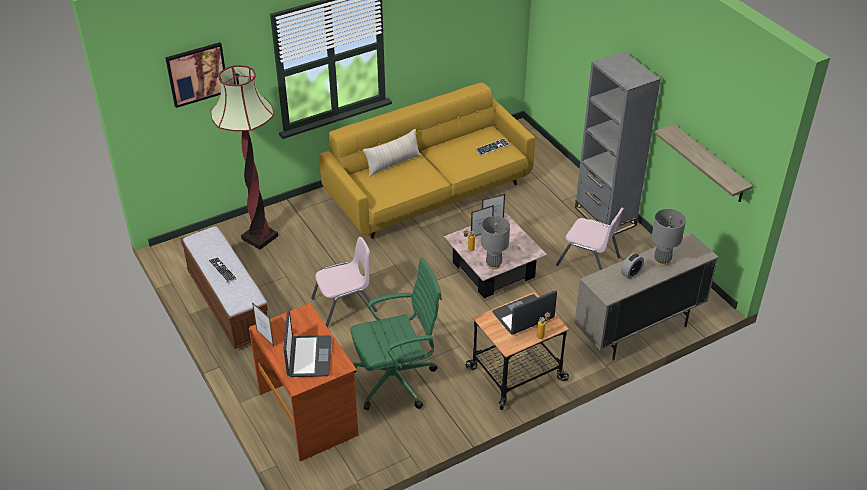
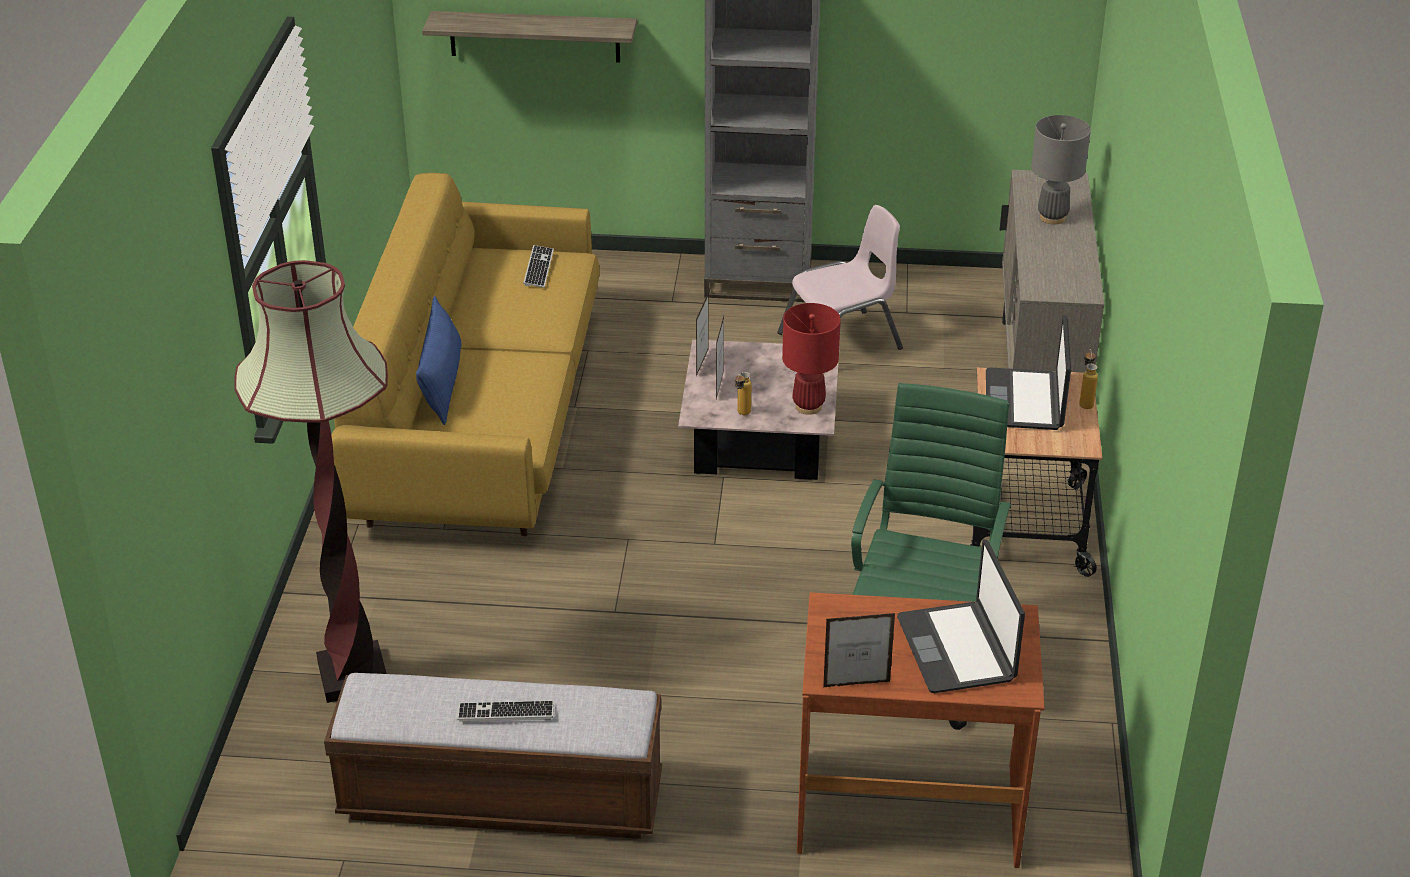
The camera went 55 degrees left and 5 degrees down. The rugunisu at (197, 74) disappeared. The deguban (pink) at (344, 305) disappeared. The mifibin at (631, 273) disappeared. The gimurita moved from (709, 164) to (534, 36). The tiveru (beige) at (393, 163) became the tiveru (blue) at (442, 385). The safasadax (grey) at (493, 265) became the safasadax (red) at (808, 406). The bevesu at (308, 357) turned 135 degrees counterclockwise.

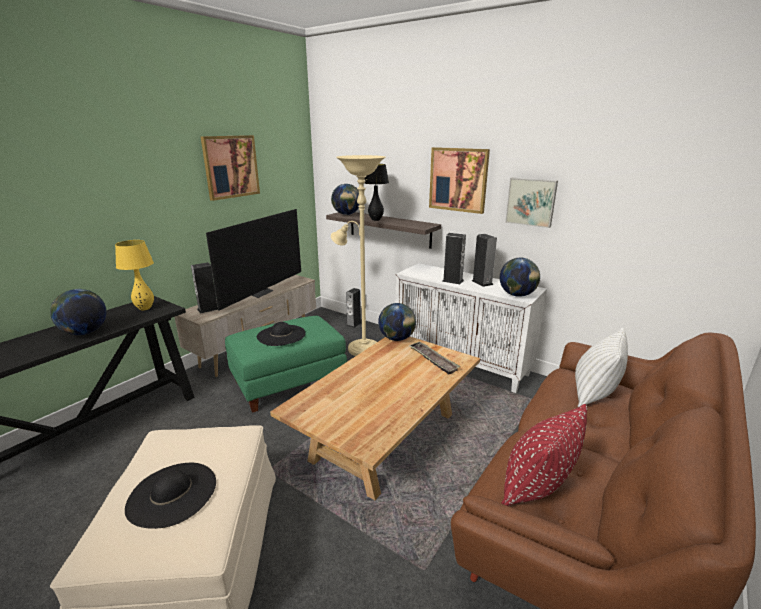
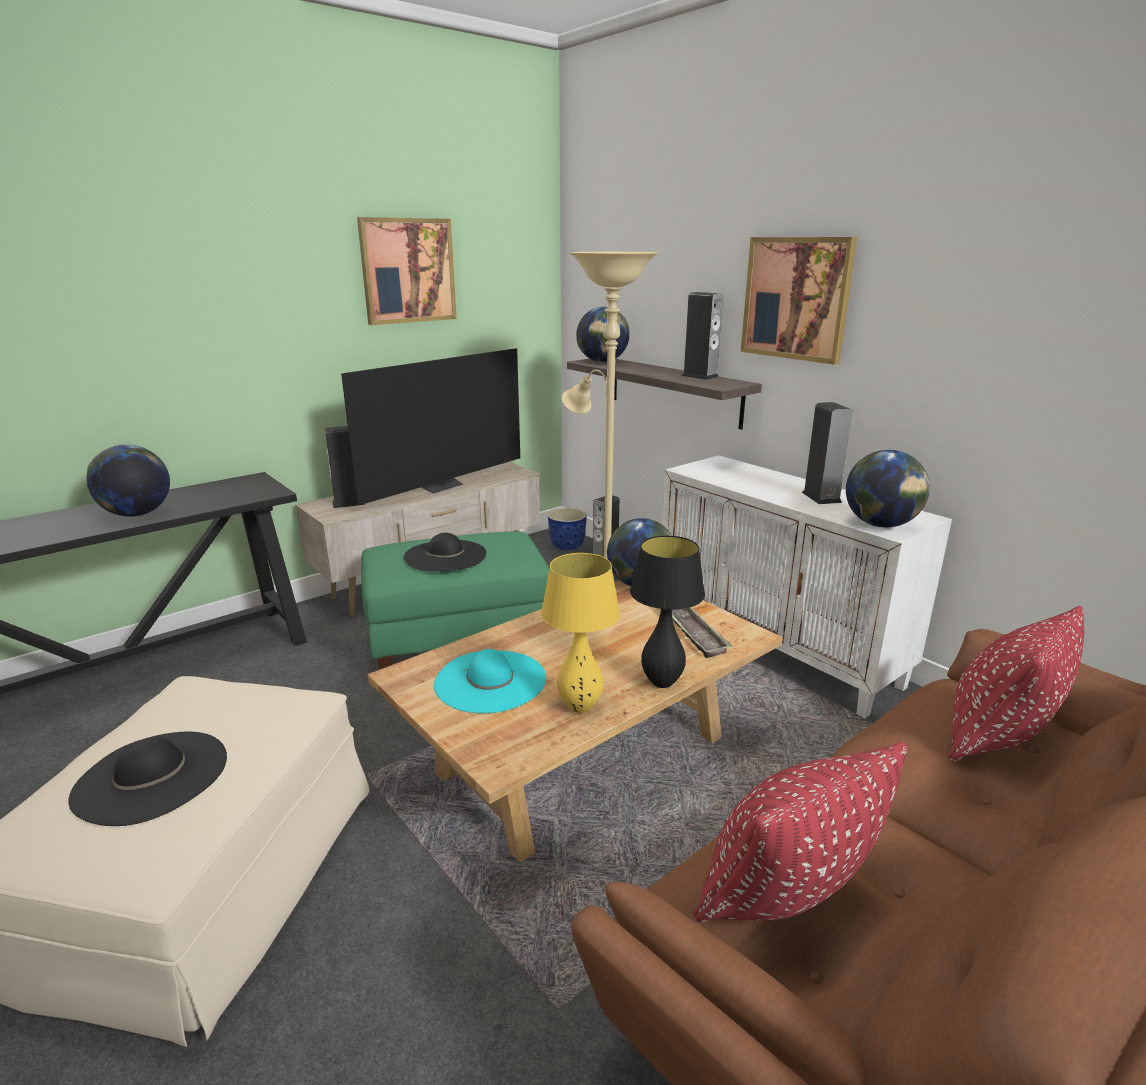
The camera went 15 degrees right and 0 degrees up. The rugunisu at (531, 202) disappeared. The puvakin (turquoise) at (490, 681) appeared. The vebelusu at (567, 546) appeared. The safasadax (yellow) moved from (145, 308) to (580, 707). The safasadax (black) moved from (375, 220) to (661, 682). The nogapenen moved from (452, 281) to (700, 376). The tiveru (white) at (594, 393) became the tiveru (red) at (998, 737).

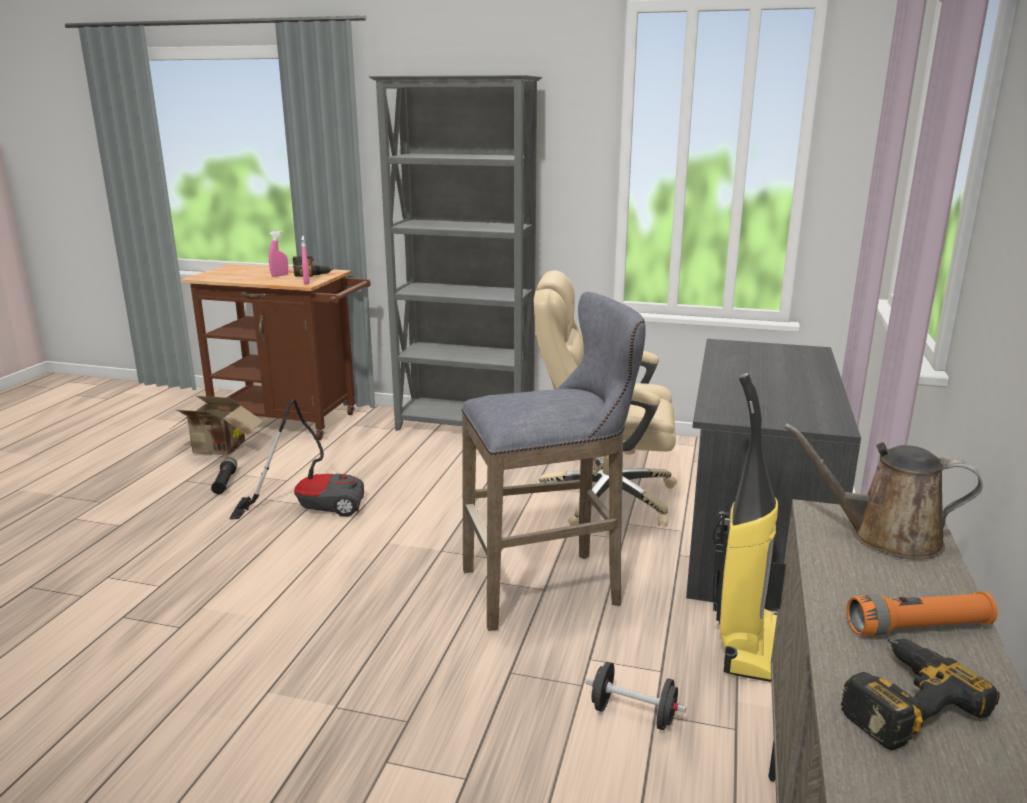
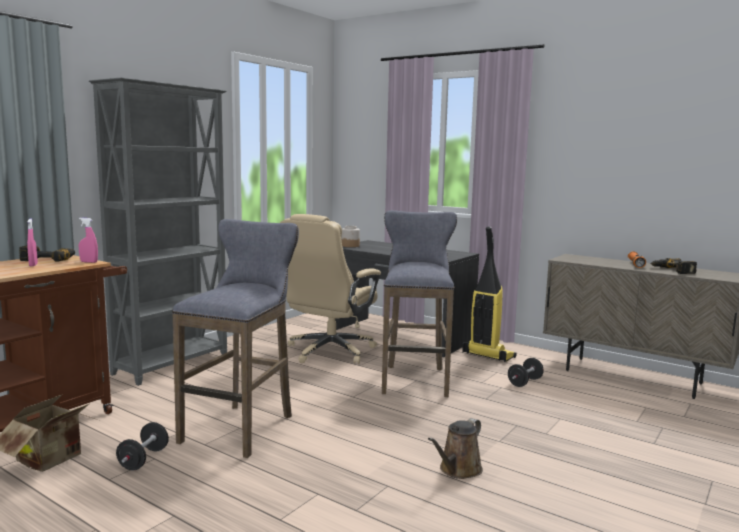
The camera went 70 degrees left and 10 degrees down. The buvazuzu at (350, 246) appeared. The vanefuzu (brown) moved from (886, 536) to (458, 470). The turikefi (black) at (225, 482) was replaced by the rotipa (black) at (143, 459). The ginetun at (313, 505) was replaced by the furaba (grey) at (241, 427).

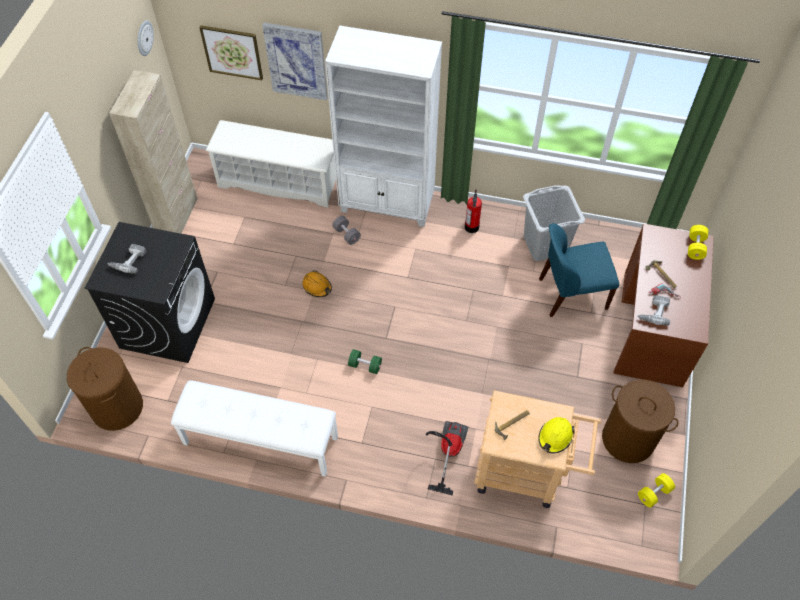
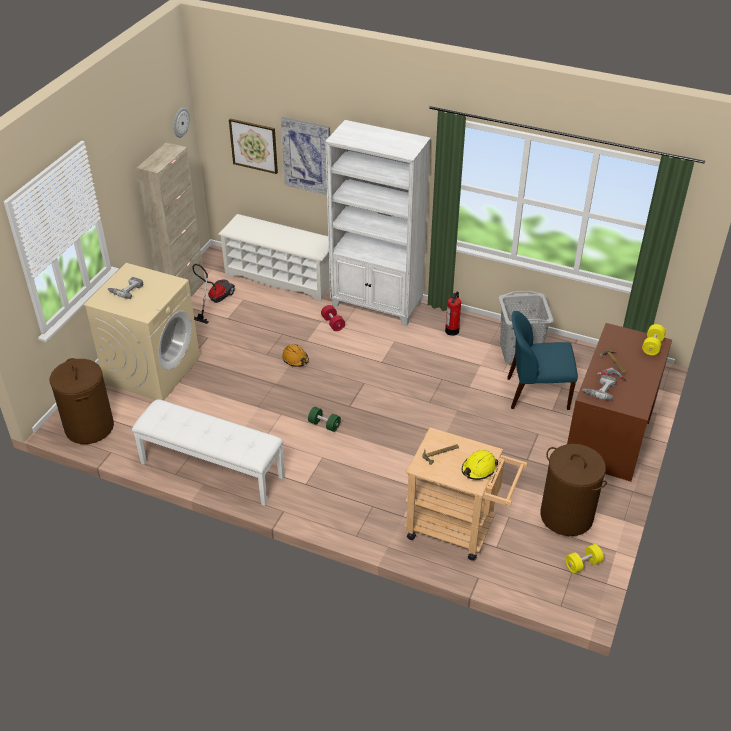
The camera went 10 degrees right and 15 degrees down. The ginetun moved from (447, 452) to (214, 301). The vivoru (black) at (167, 322) became the vivoru (beige) at (152, 370). The rotipa (grey) at (346, 234) became the rotipa (red) at (333, 323).

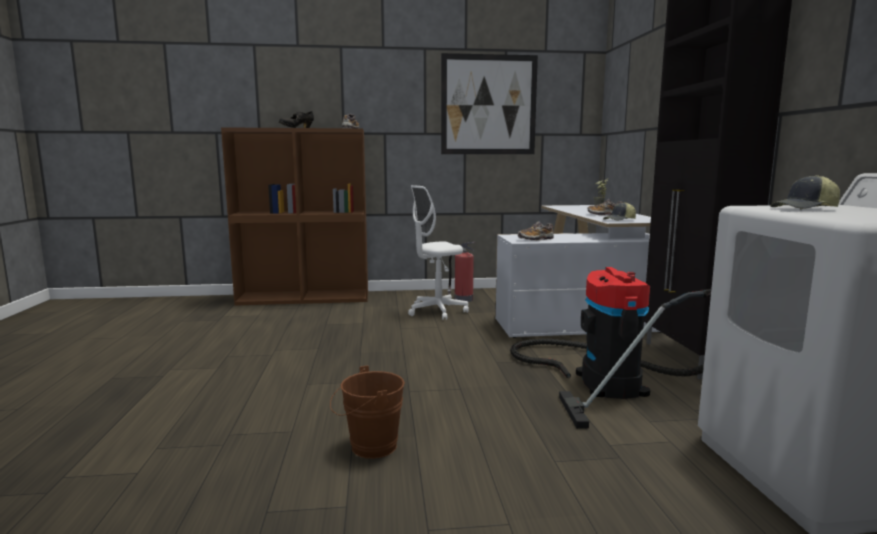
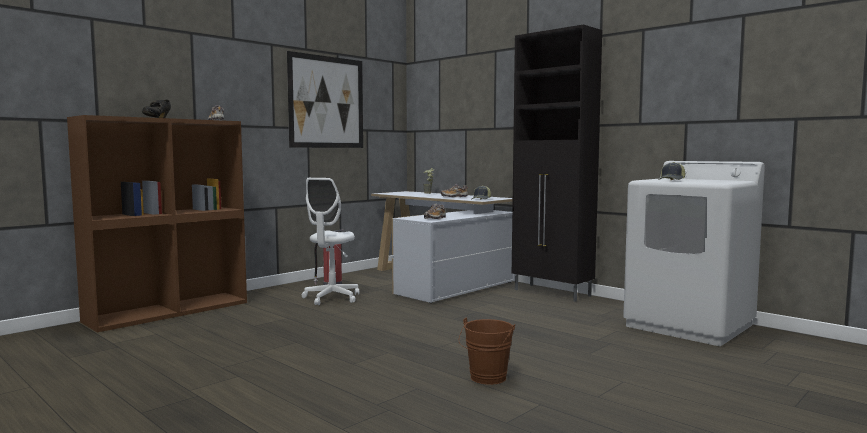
The camera went 40 degrees left and 5 degrees down. The ginetun at (605, 381) disappeared.

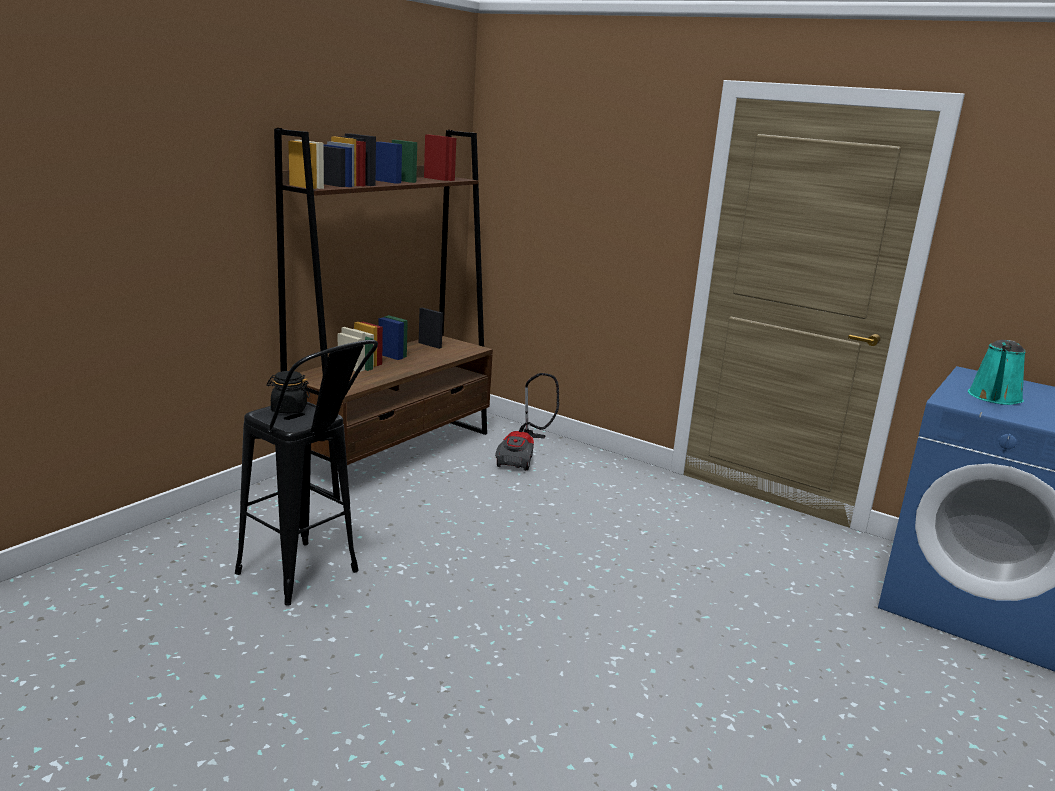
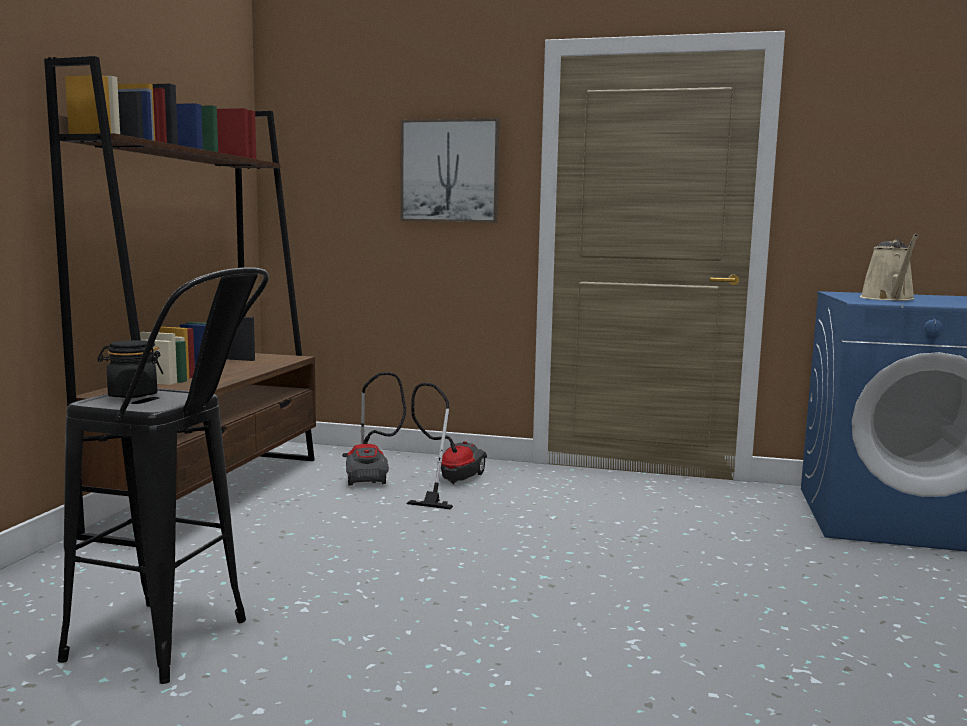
The camera went 20 degrees left and 10 degrees down. The rugunisu at (450, 171) appeared. The ginetun at (449, 482) appeared. The vanefuzu (turquoise) at (994, 398) became the vanefuzu (beige) at (889, 299).

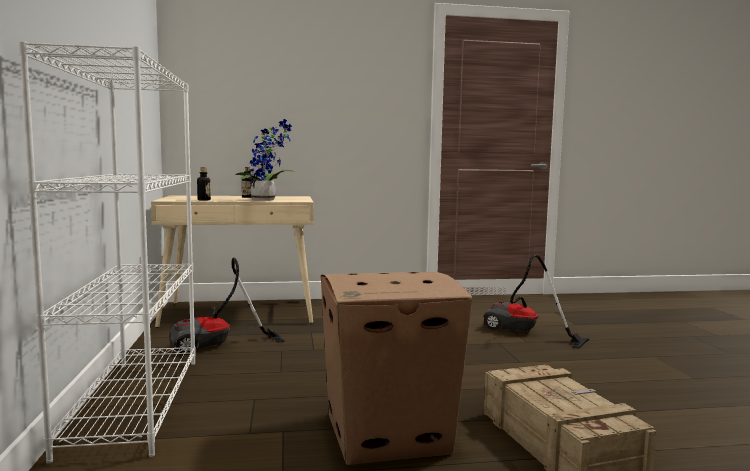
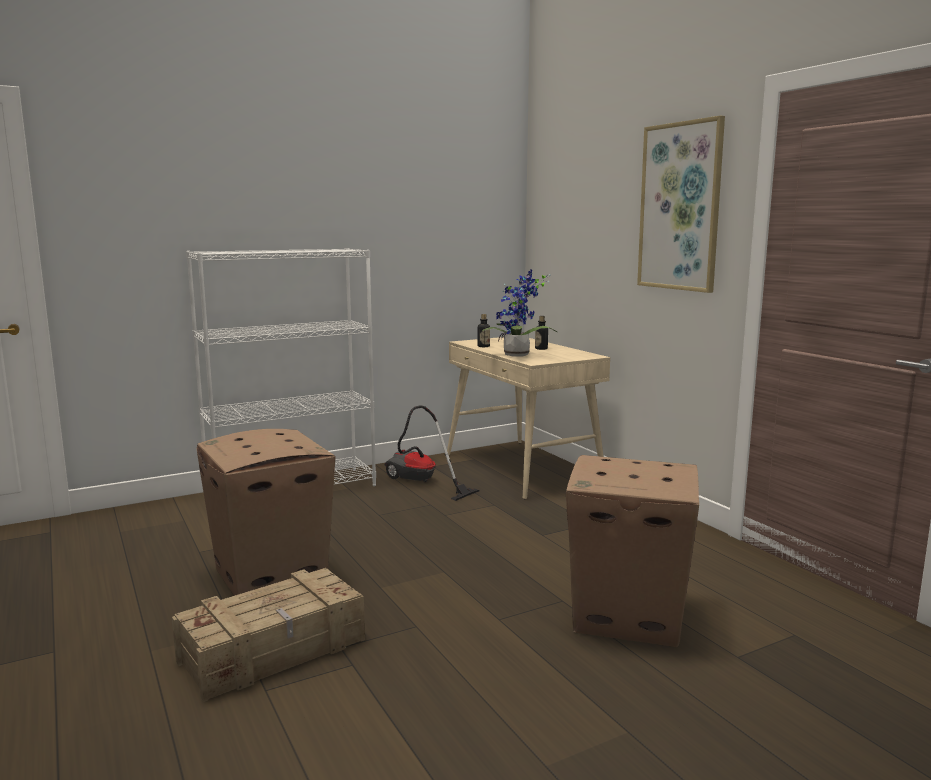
The camera went 70 degrees right and 5 degrees up. The rugunisu at (680, 207) appeared. The ginetun at (523, 333) was replaced by the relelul at (629, 614).

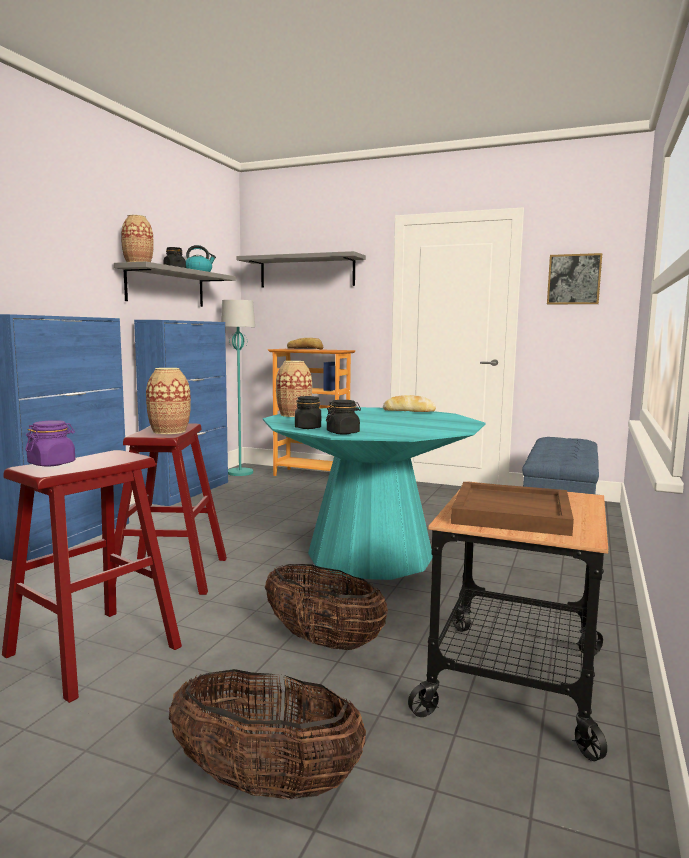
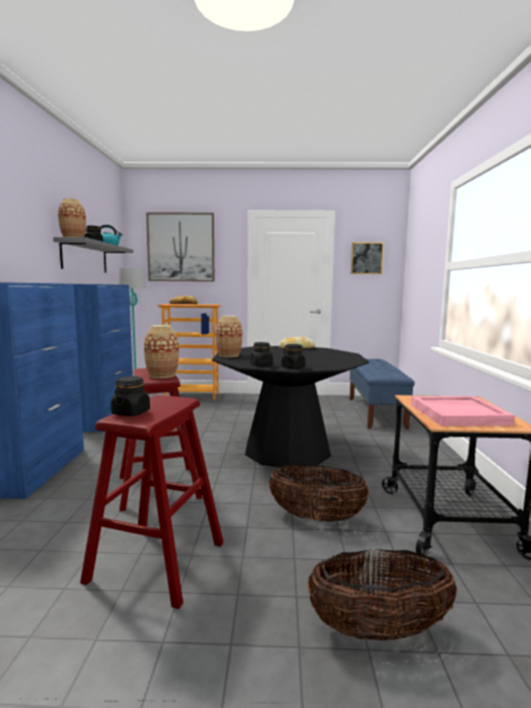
The camera went 20 degrees left and 0 degrees up. The gimurita (grey) at (307, 272) was replaced by the rugunisu at (181, 247). The buvazuzu (purple) at (52, 464) became the buvazuzu (black) at (131, 413). The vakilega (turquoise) at (370, 555) became the vakilega (black) at (287, 450). The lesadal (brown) at (512, 513) became the lesadal (pink) at (458, 414).

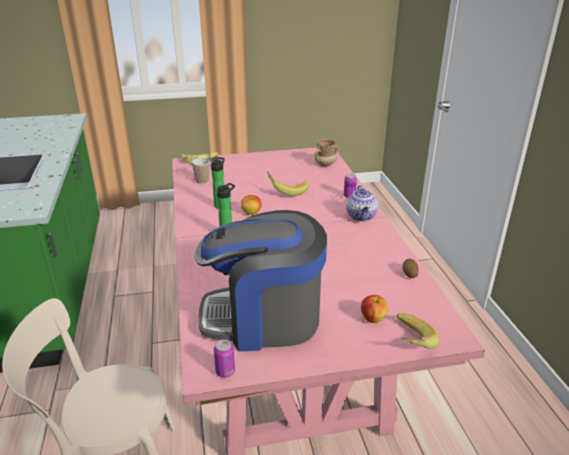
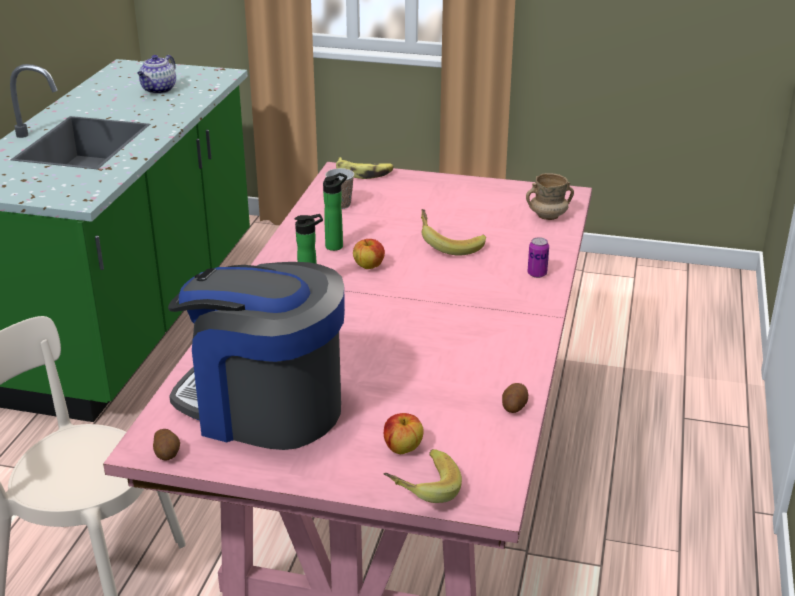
The camera went 25 degrees right and 0 degrees up. The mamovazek moved from (361, 217) to (159, 90). The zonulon at (225, 372) was replaced by the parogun at (167, 453).

